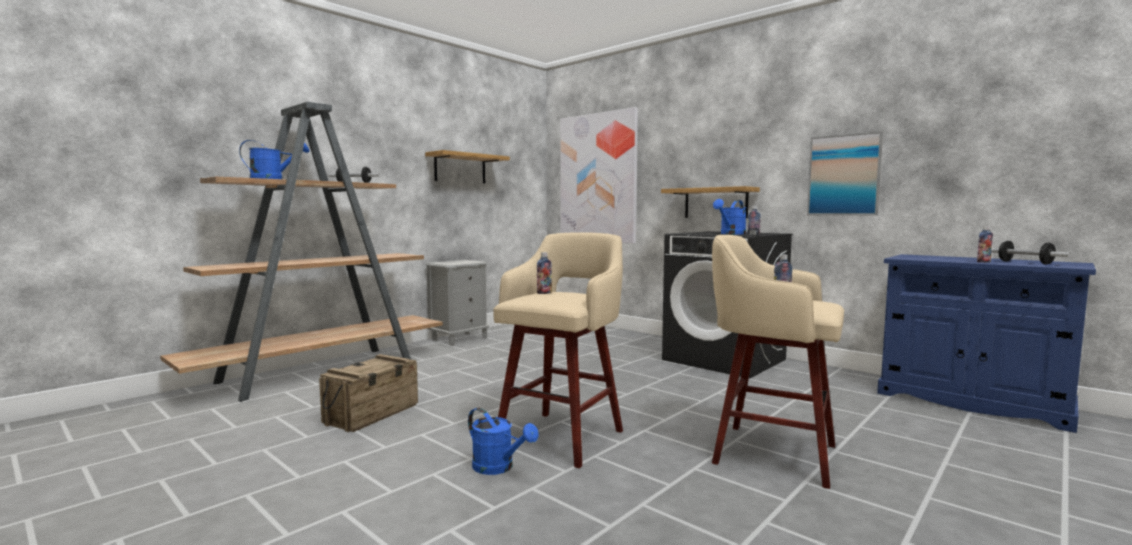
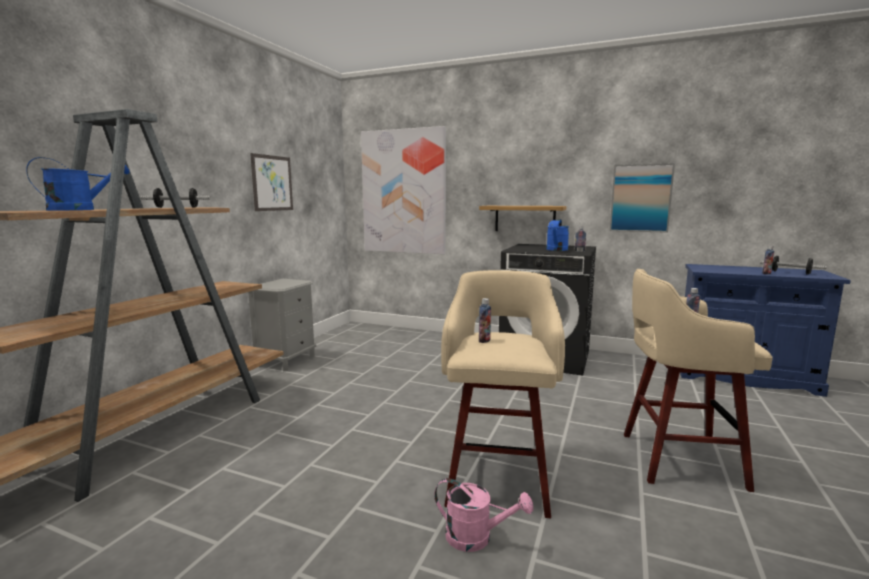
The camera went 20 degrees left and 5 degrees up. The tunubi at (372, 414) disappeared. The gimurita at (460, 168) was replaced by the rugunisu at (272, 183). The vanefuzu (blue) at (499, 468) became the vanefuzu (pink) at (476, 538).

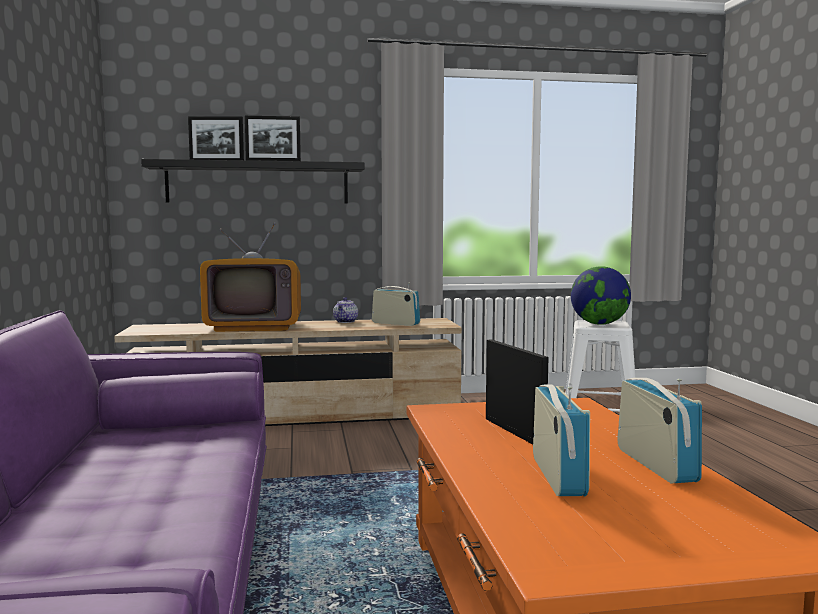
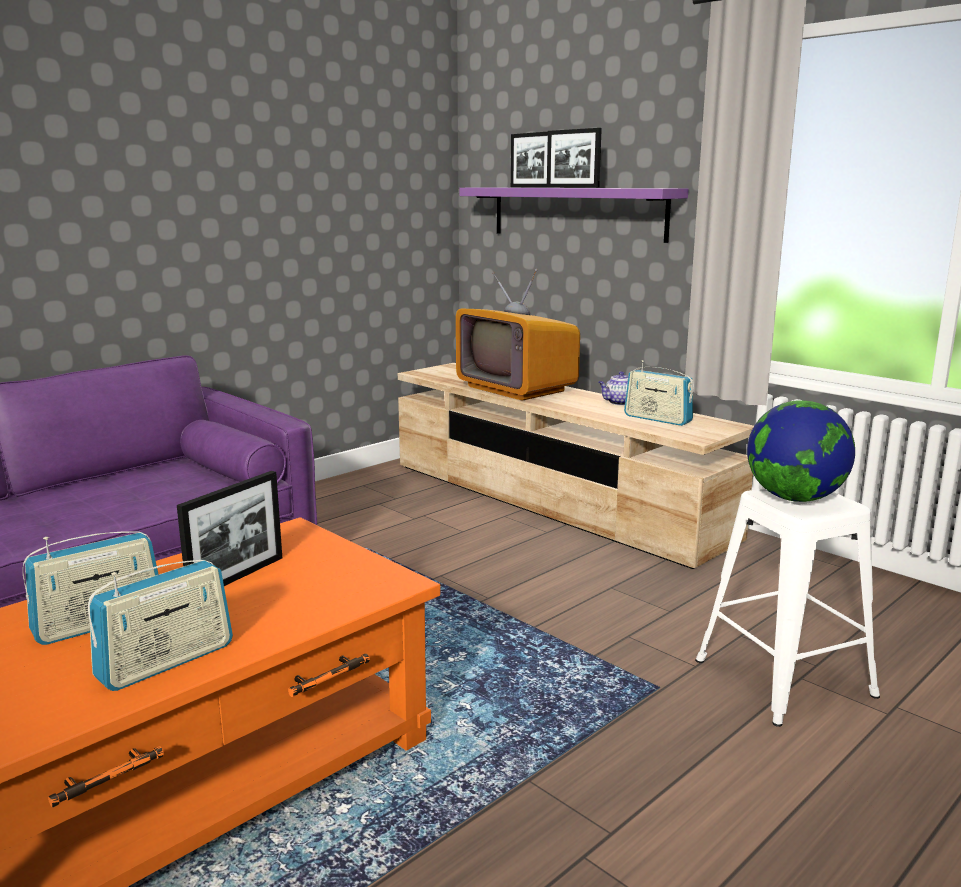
The camera went 55 degrees right and 10 degrees up. The gimurita (black) at (258, 183) became the gimurita (purple) at (576, 212). The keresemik at (395, 323) turned 135 degrees clockwise.

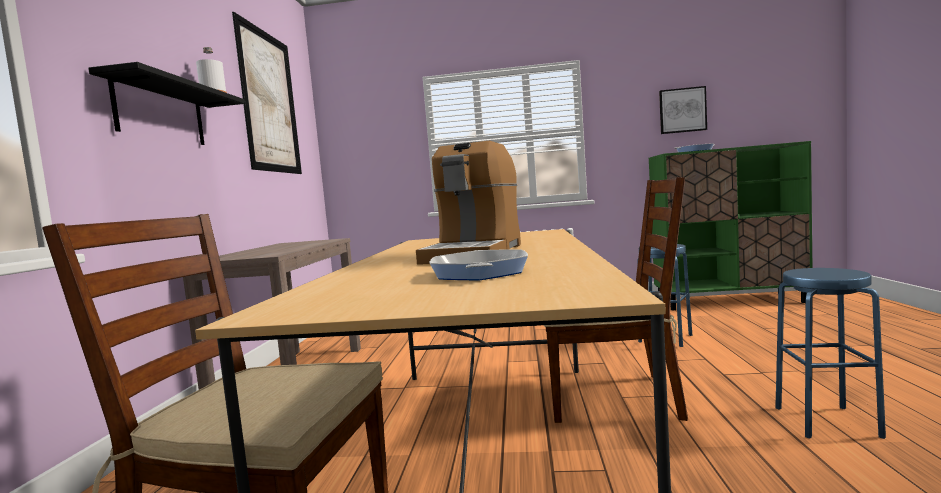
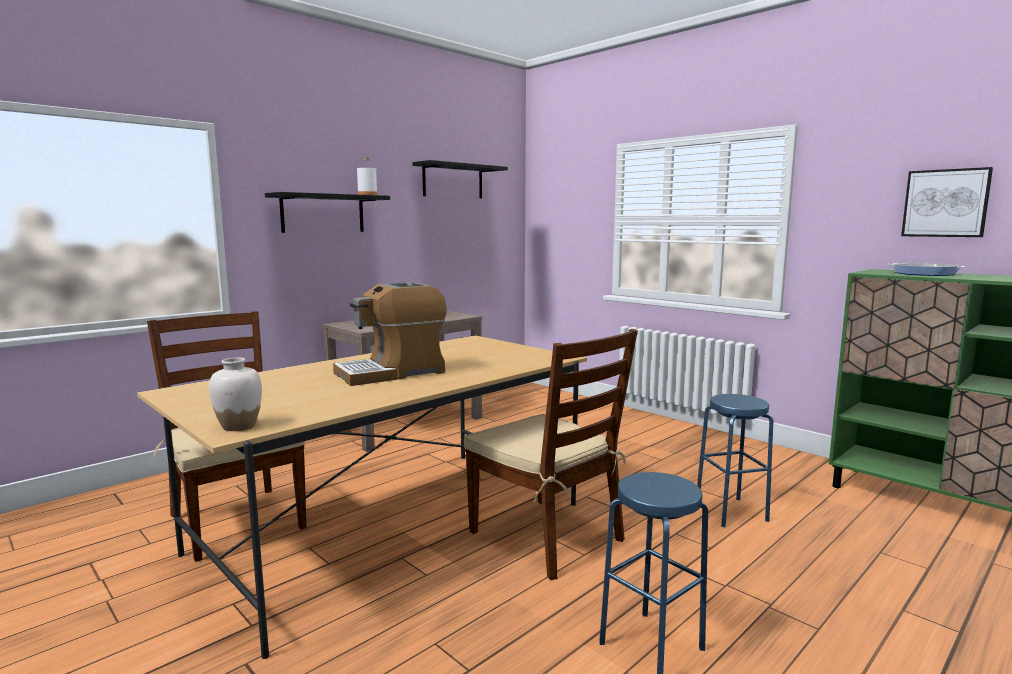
The camera went 40 degrees right and 5 degrees up. The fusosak at (479, 272) disappeared. The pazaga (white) at (238, 426) appeared. The rugunisu at (270, 102) was replaced by the gimurita (black) at (453, 181).

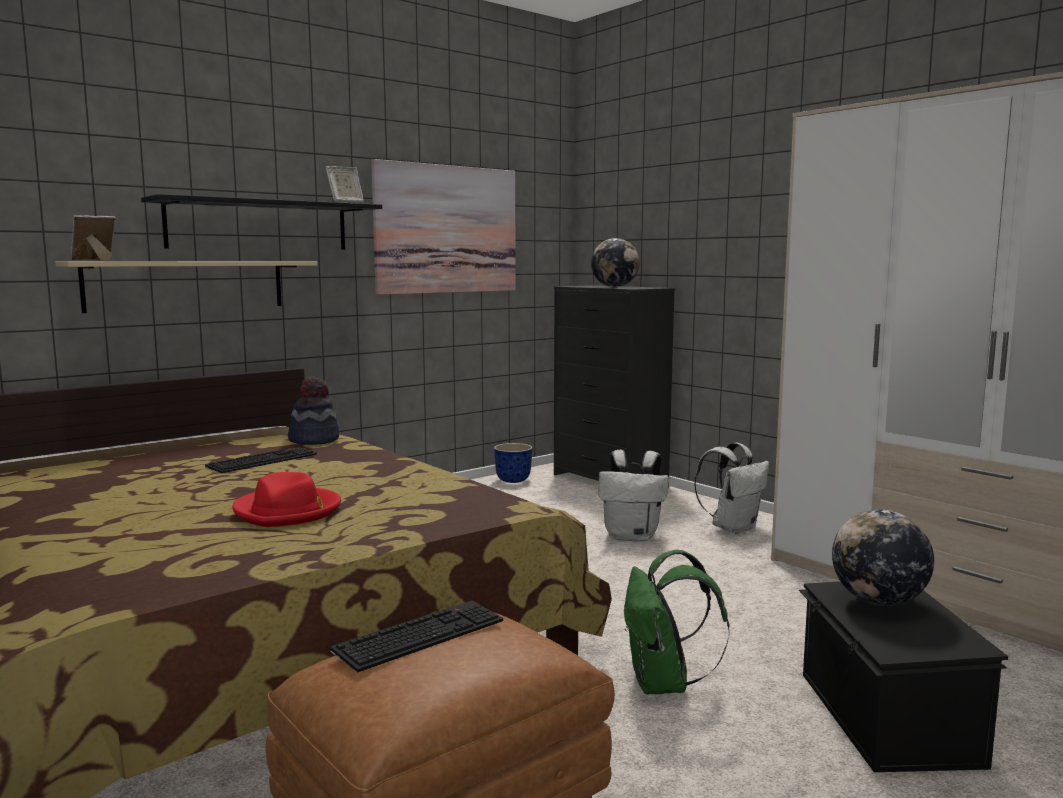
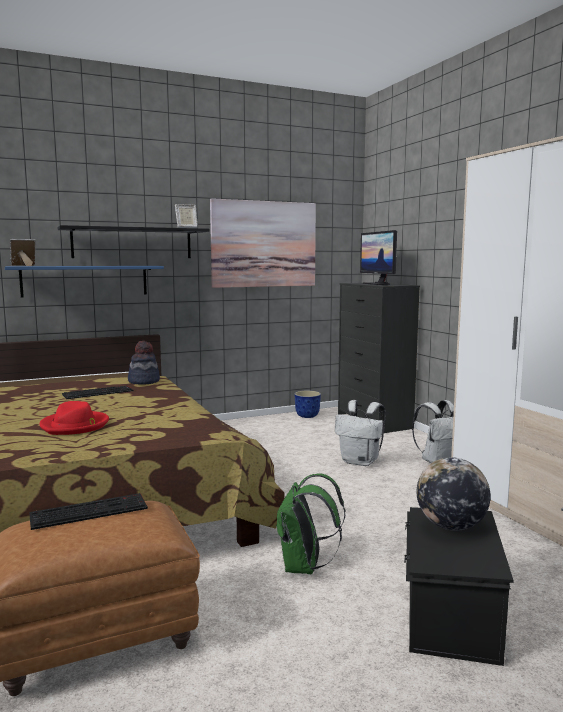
The camera went 15 degrees right and 0 degrees up. The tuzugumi at (614, 287) was replaced by the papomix at (378, 284). The gimurita (beige) at (186, 285) became the gimurita (blue) at (85, 281).

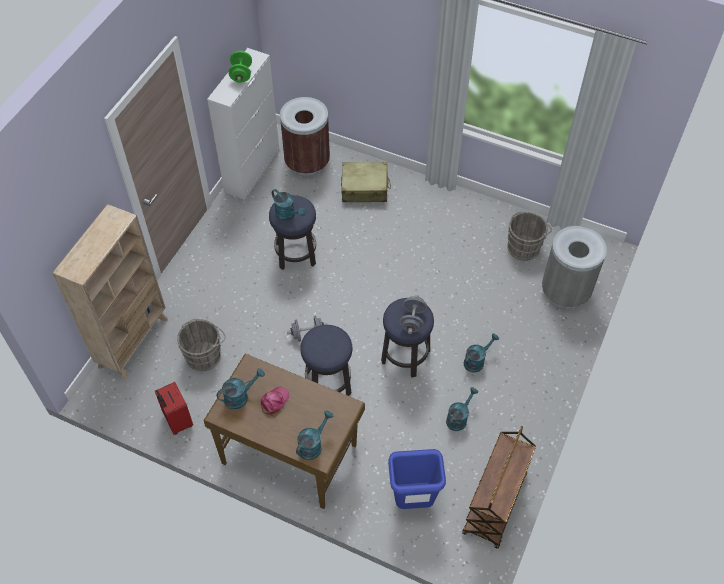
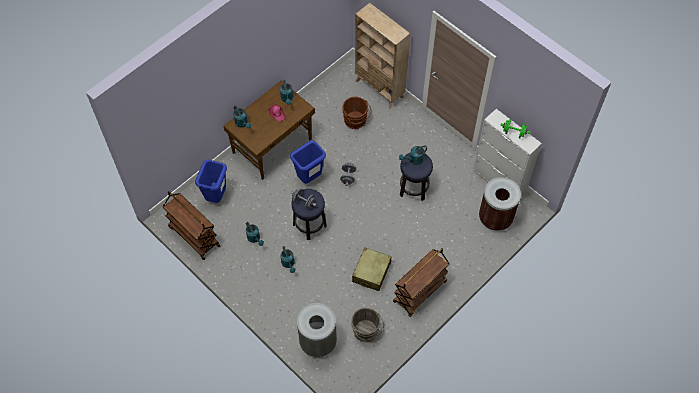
The camera went 110 degrees right and 5 degrees up. The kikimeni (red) at (177, 421) disappeared. The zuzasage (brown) at (420, 292) appeared. The kikimeni (beige) moved from (365, 188) to (371, 272). The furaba at (328, 383) was replaced by the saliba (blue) at (309, 178). The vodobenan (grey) at (205, 355) became the vodobenan (brown) at (355, 121).

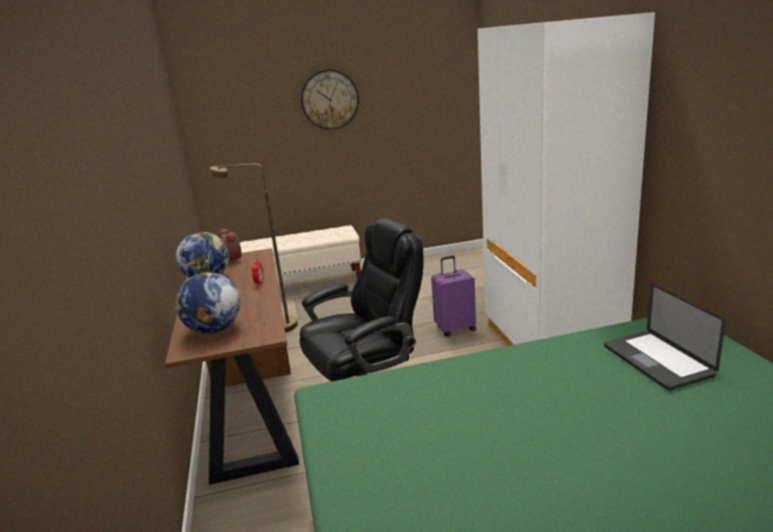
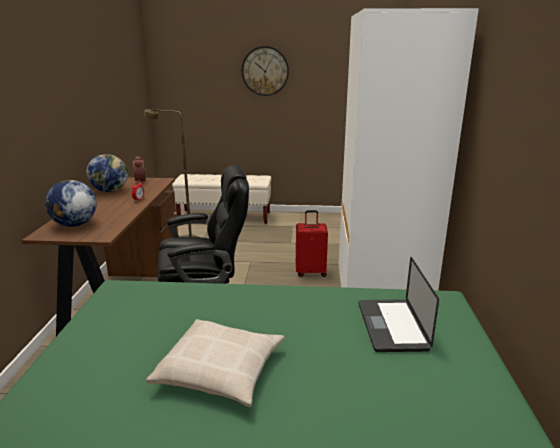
The camera went 15 degrees right and 0 degrees up. The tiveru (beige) at (220, 371) appeared. The kikimeni (purple) at (455, 328) became the kikimeni (red) at (311, 272).

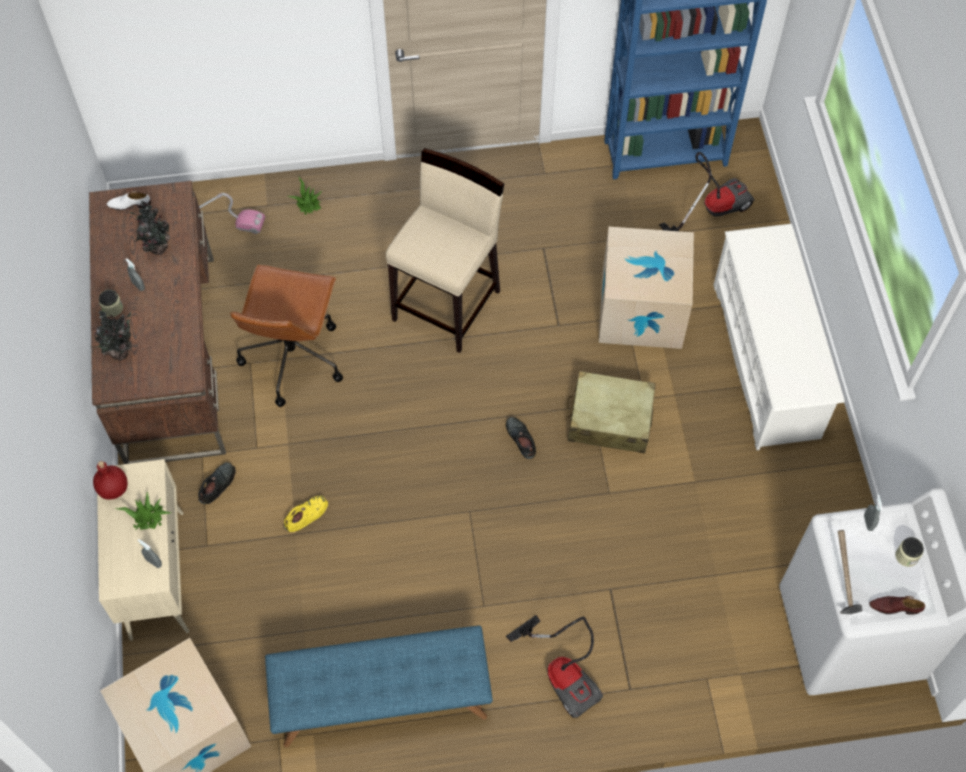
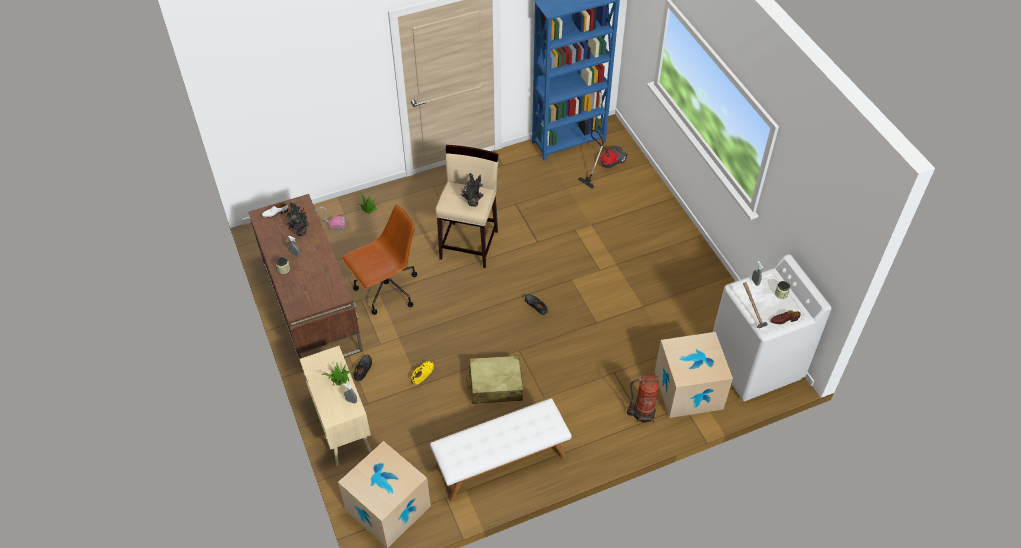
The camera went 15 degrees left and 10 degrees down. The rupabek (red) at (114, 489) disappeared. The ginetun at (564, 674) disappeared. The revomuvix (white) at (766, 361) disappeared. The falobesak at (642, 412) appeared. The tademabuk moved from (120, 351) to (473, 202). The kikimeni (beige) moved from (609, 419) to (495, 385). The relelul moved from (641, 310) to (688, 390). The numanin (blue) at (382, 701) became the numanin (white) at (501, 462). The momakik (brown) at (293, 357) turned 120 degrees counterclockwise.

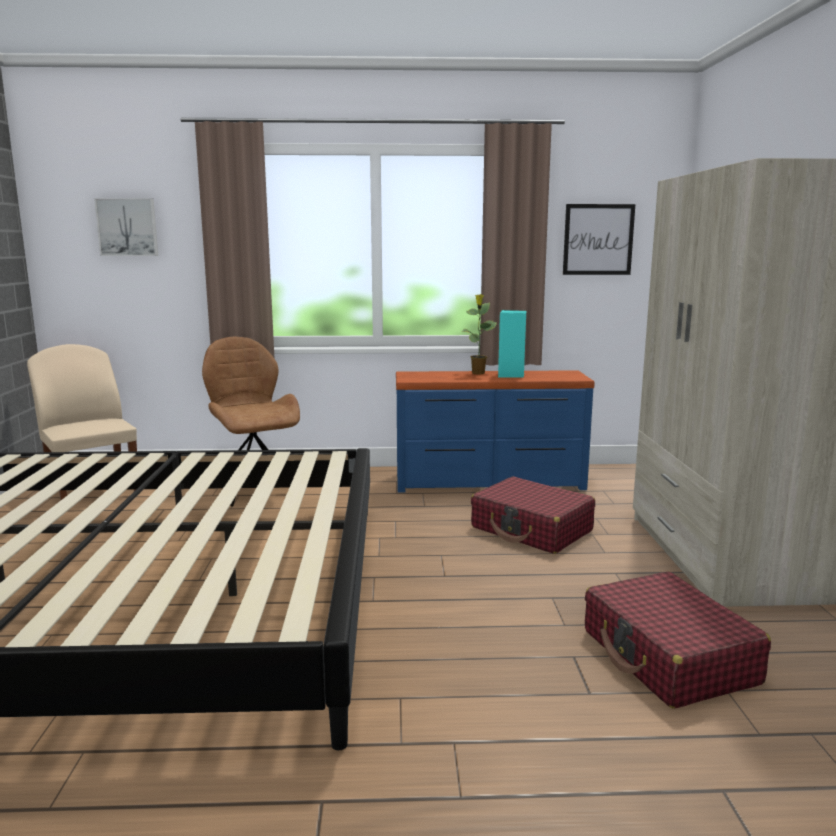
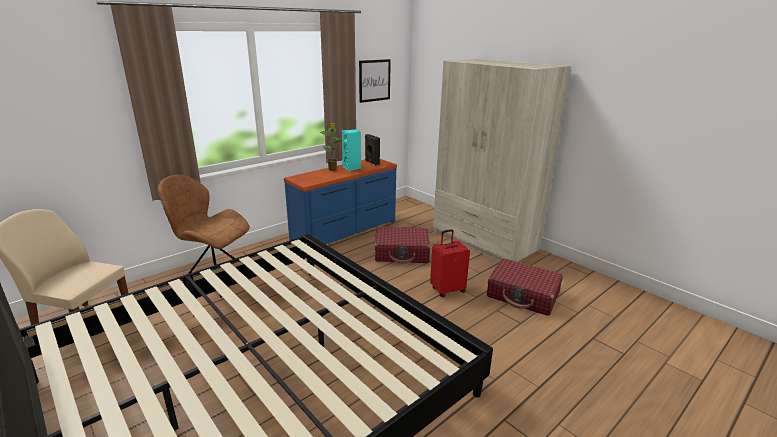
The camera went 40 degrees left and 10 degrees up. The rugunisu at (128, 227) disappeared. The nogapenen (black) at (371, 162) appeared. The kikimeni (red) at (447, 290) appeared.

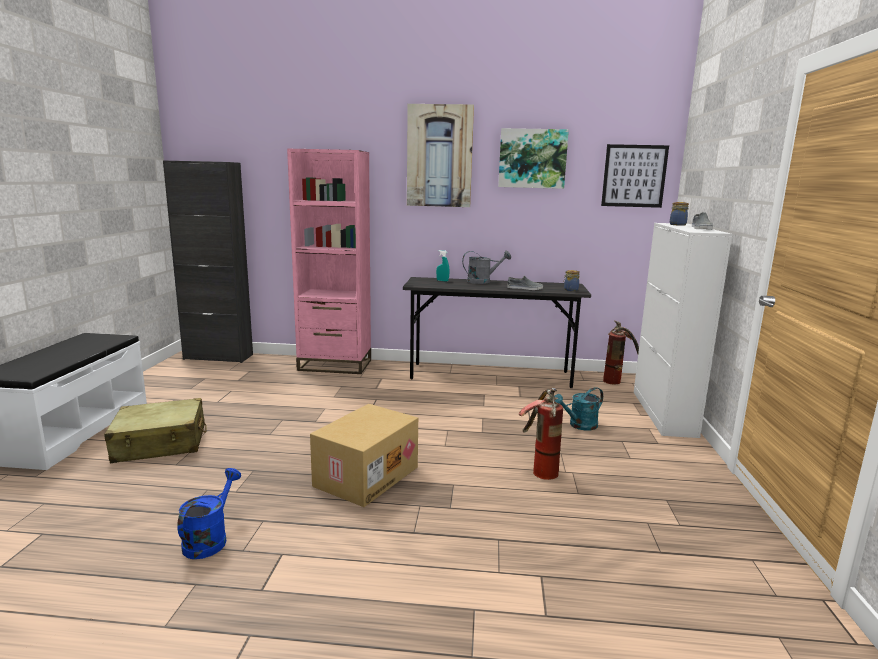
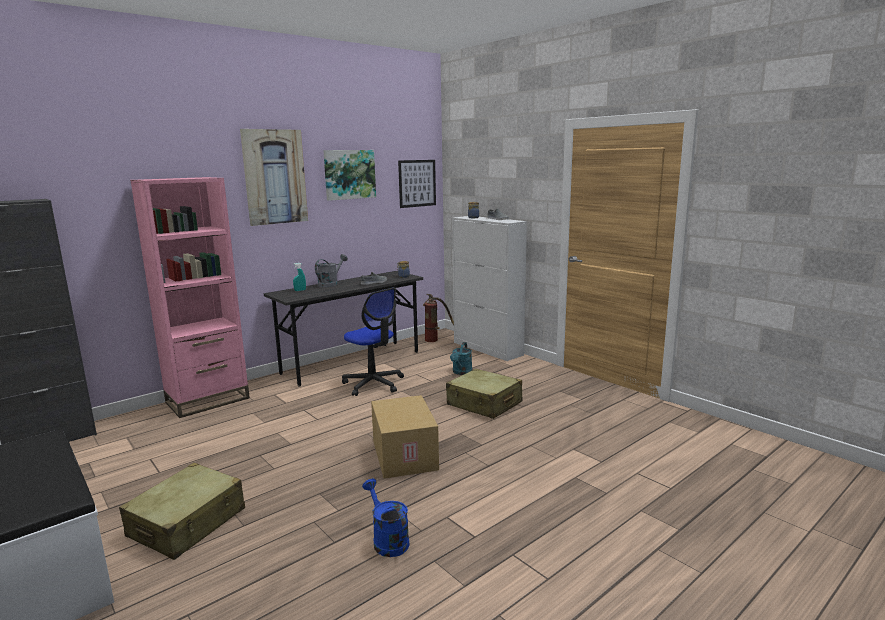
The camera went 45 degrees left and 0 degrees up. The momakik at (373, 384) appeared. The falobesak at (538, 468) was replaced by the kikimeni (beige) at (484, 404).

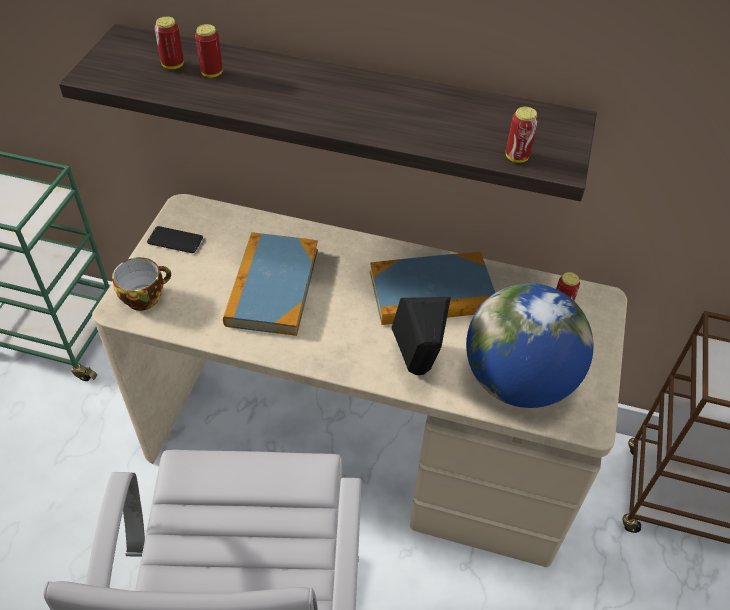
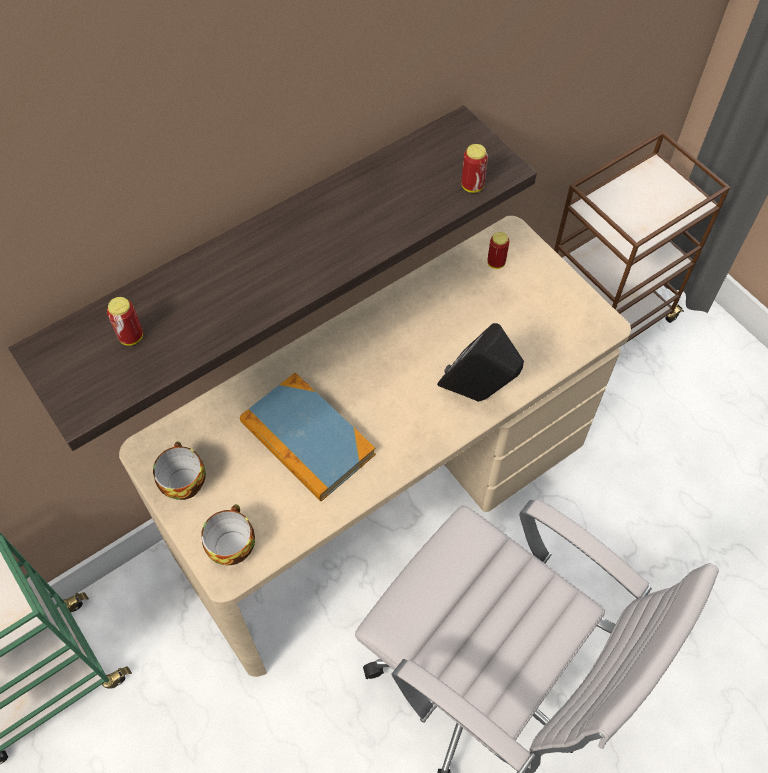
The camera went 50 degrees left and 10 degrees up. The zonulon at (212, 73) disappeared. The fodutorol at (432, 293) disappeared. The tuzugumi at (518, 381) disappeared. The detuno at (175, 240) was replaced by the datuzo at (182, 482).

